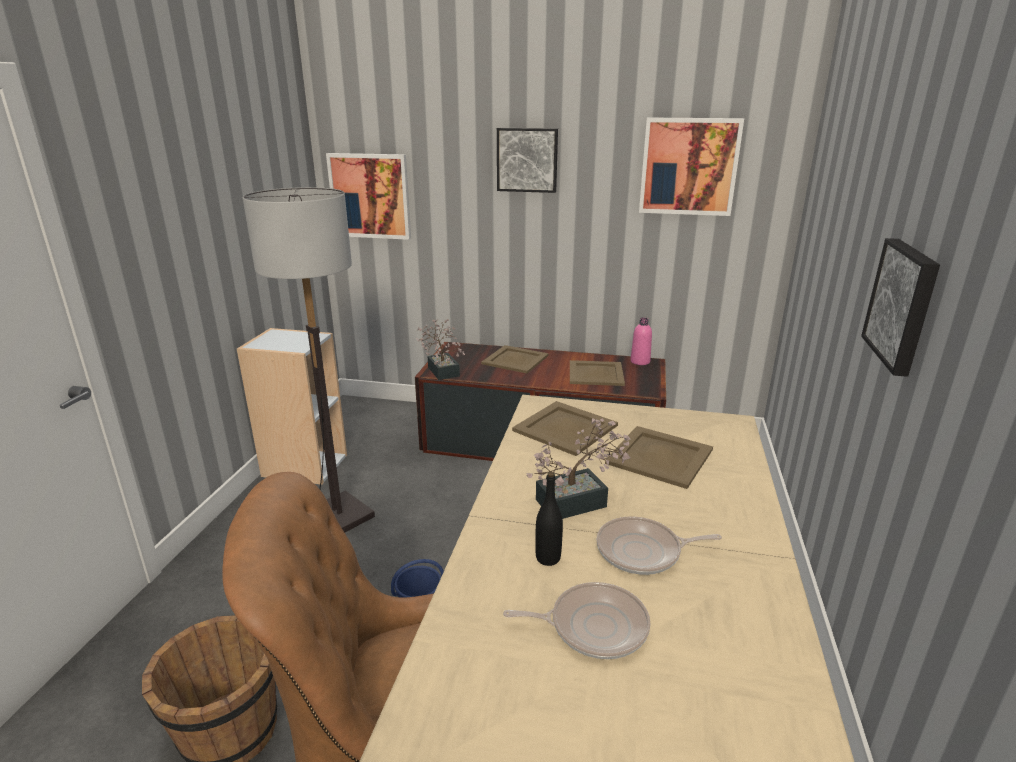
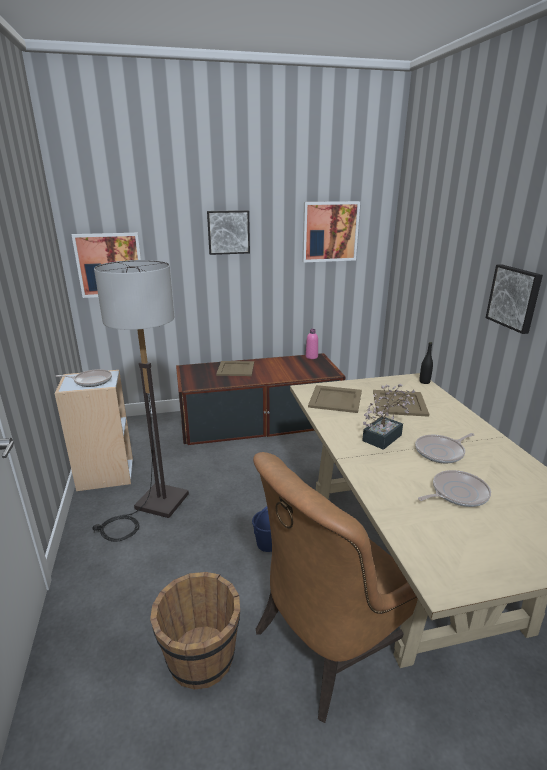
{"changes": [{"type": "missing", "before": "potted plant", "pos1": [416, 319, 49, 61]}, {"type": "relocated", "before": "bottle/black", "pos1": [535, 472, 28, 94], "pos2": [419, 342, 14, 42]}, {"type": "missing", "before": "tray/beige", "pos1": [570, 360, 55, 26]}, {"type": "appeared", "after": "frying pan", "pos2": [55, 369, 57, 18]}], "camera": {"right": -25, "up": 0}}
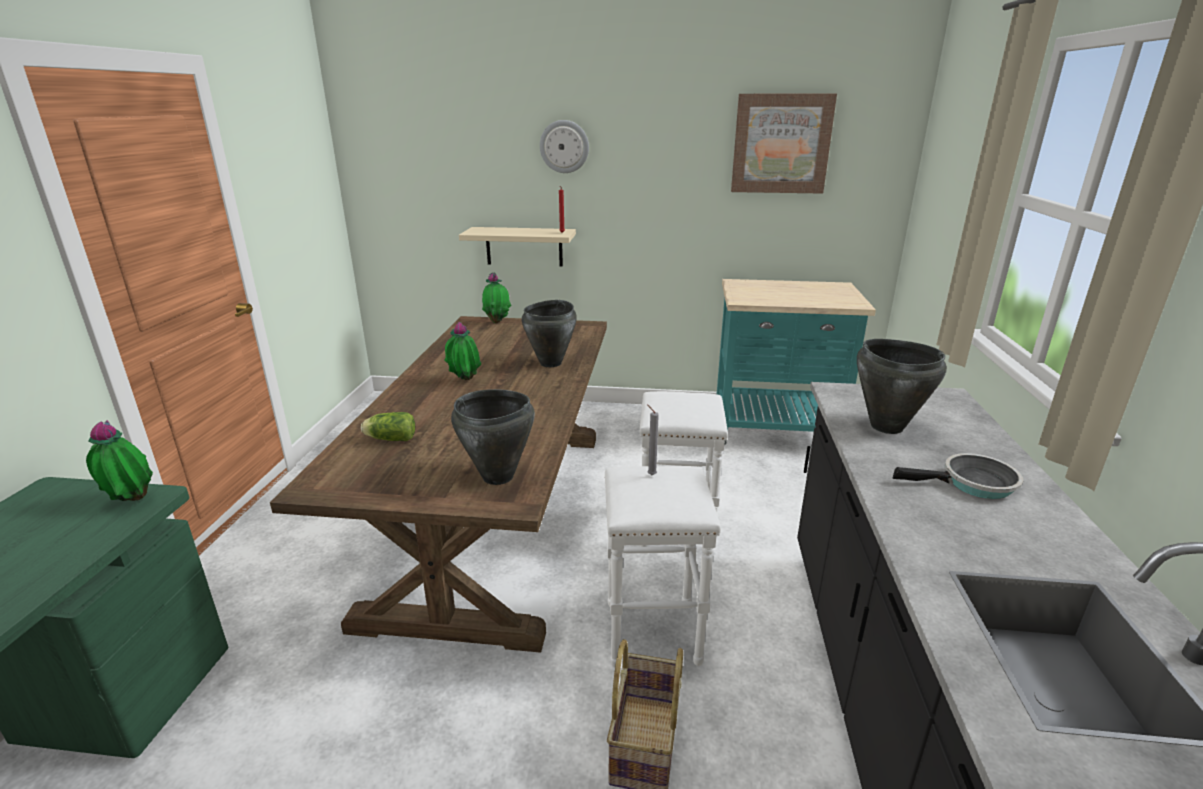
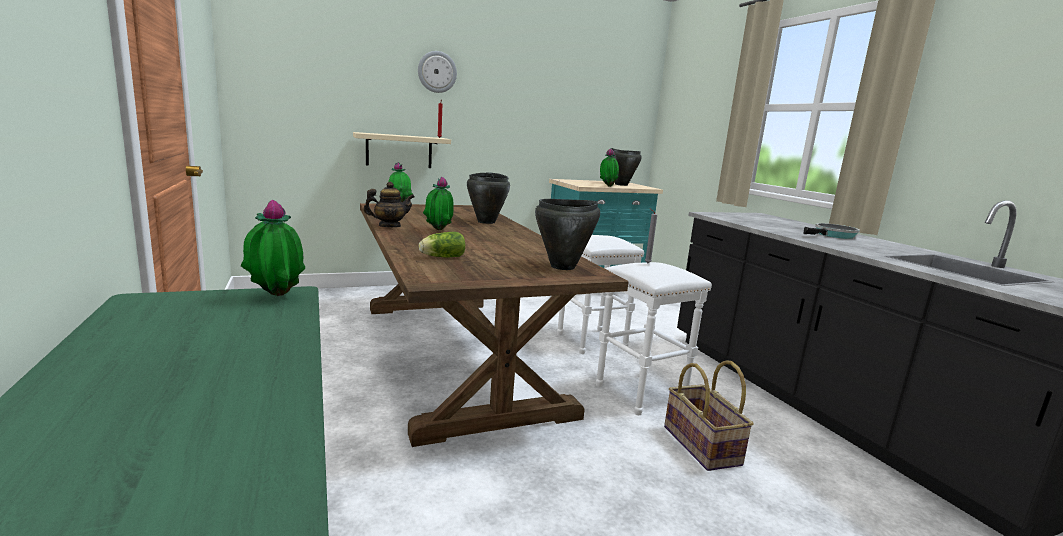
{"changes": [{"type": "missing", "before": "picture", "pos1": [731, 94, 106, 100]}, {"type": "relocated", "before": "cooking pot/black", "pos1": [857, 339, 90, 95], "pos2": [608, 148, 34, 38]}, {"type": "appeared", "after": "teapot", "pos2": [363, 182, 52, 45]}, {"type": "appeared", "after": "potted plant", "pos2": [600, 149, 19, 38]}], "camera": {"right": -30, "up": -10}}
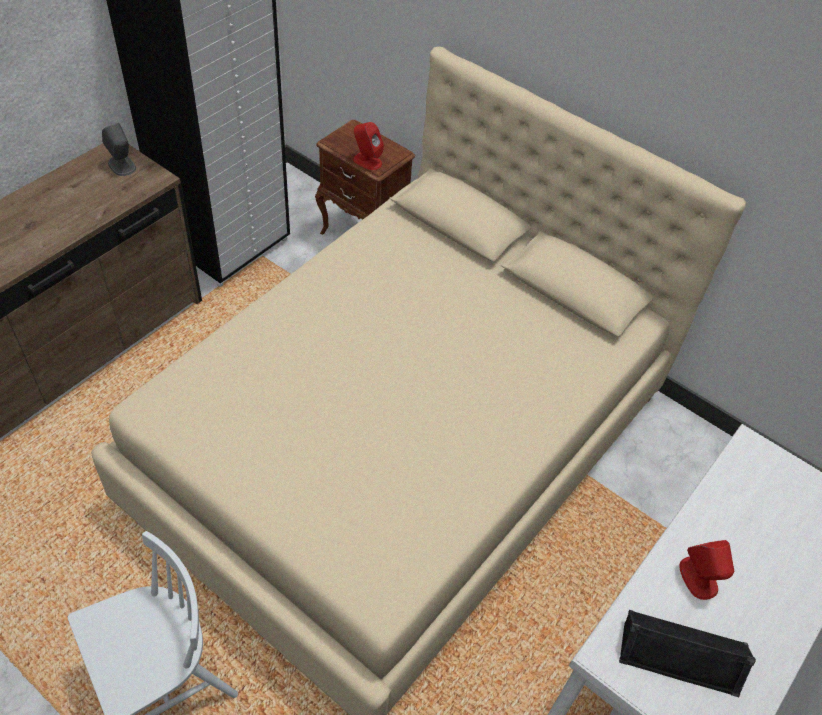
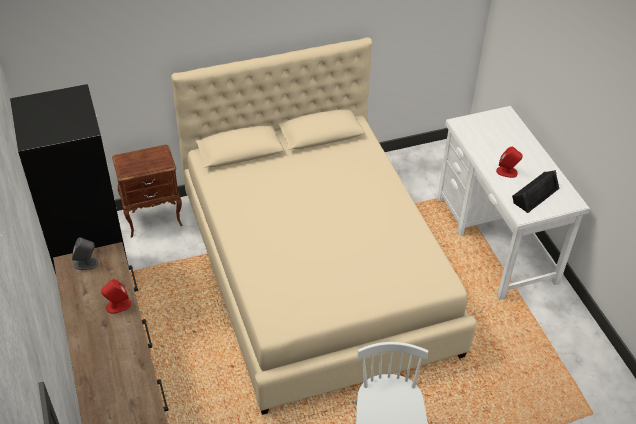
{"changes": [{"type": "relocated", "before": "speaker/red", "pos1": [353, 122, 31, 48], "pos2": [101, 279, 30, 35]}], "camera": {"right": -55, "up": -5}}
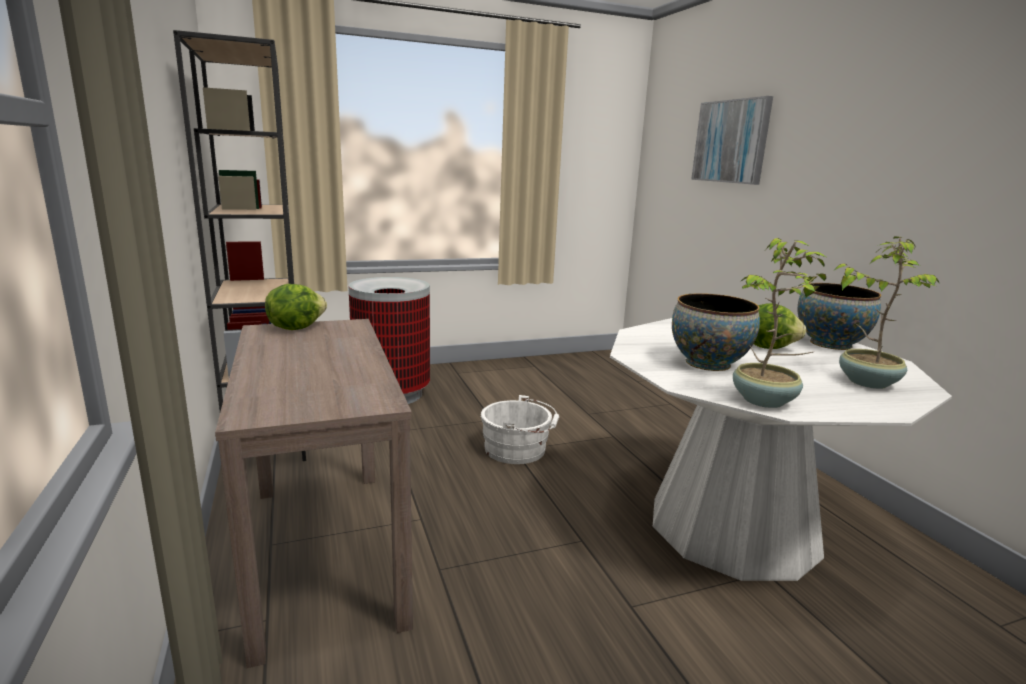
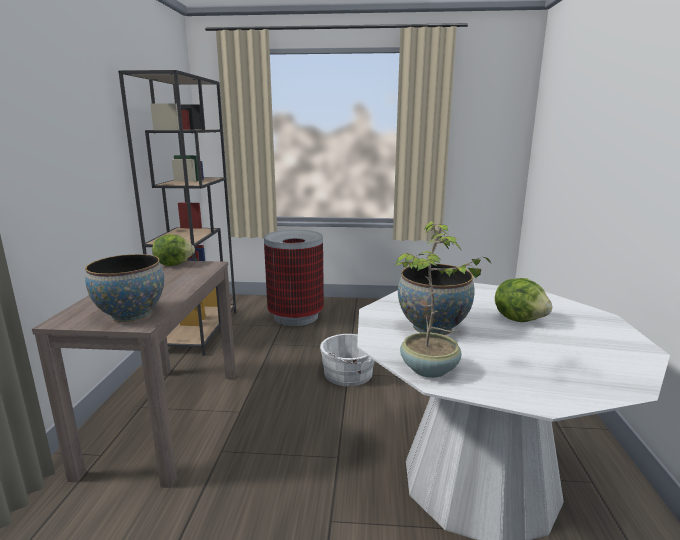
{"changes": [{"type": "missing", "before": "picture", "pos1": [691, 96, 82, 89]}, {"type": "relocated", "before": "bowl", "pos1": [797, 283, 84, 67], "pos2": [85, 254, 79, 68]}, {"type": "missing", "before": "potted plant", "pos1": [834, 236, 106, 153]}], "camera": {"right": 25, "up": 0}}
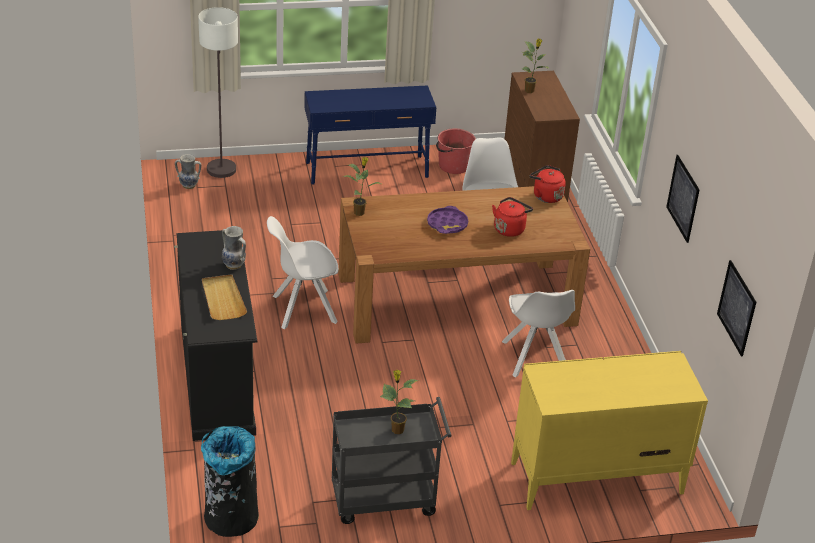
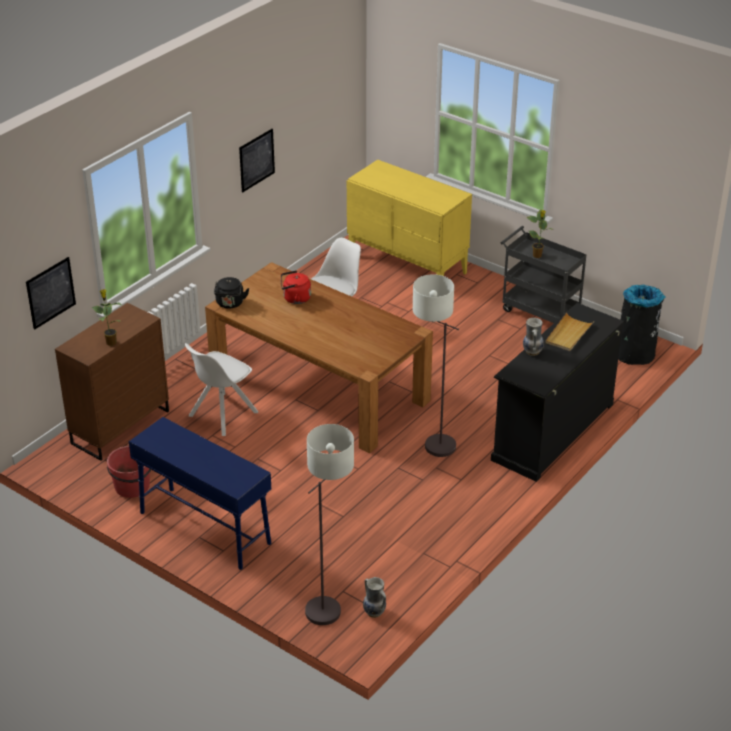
{"changes": [{"type": "exchanged", "before": "chair/white", "after": "floor lamp/white", "pos1": [267, 216, 71, 114], "pos2": [413, 274, 46, 183]}, {"type": "missing", "before": "potted plant", "pos1": [342, 157, 39, 59]}, {"type": "missing", "before": "tray/purple", "pos1": [427, 206, 41, 28]}, {"type": "colour", "before": "kettle/red", "after": "kettle/black", "pos1": [530, 165, 36, 38], "pos2": [214, 277, 35, 32]}, {"type": "relocated", "before": "picture", "pos1": [717, 260, 39, 97], "pos2": [26, 257, 50, 73]}], "camera": {"right": -130, "up": 0}}
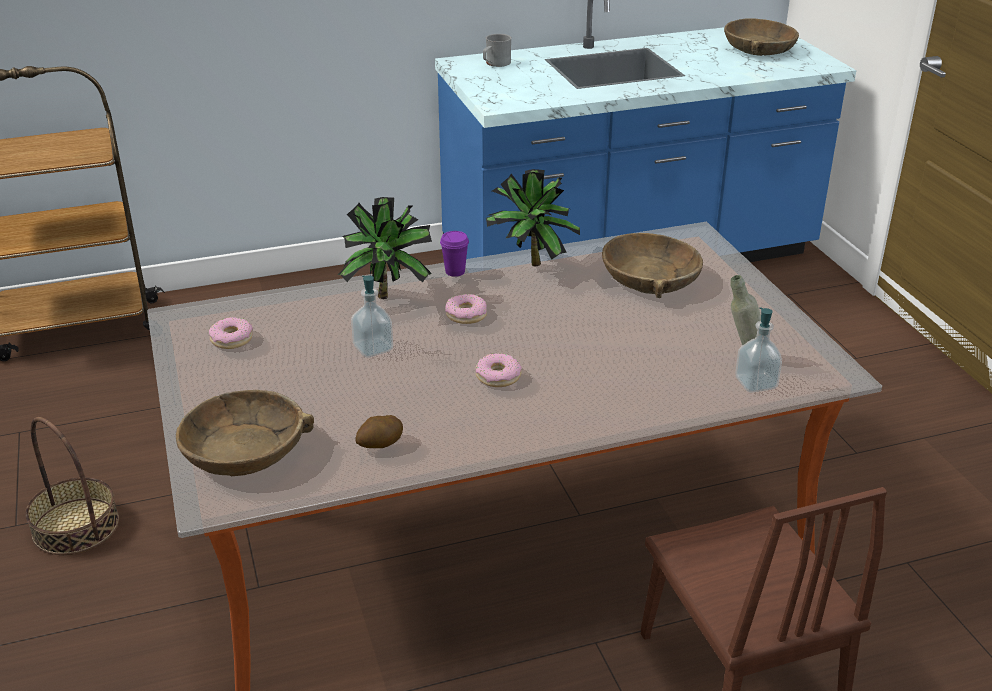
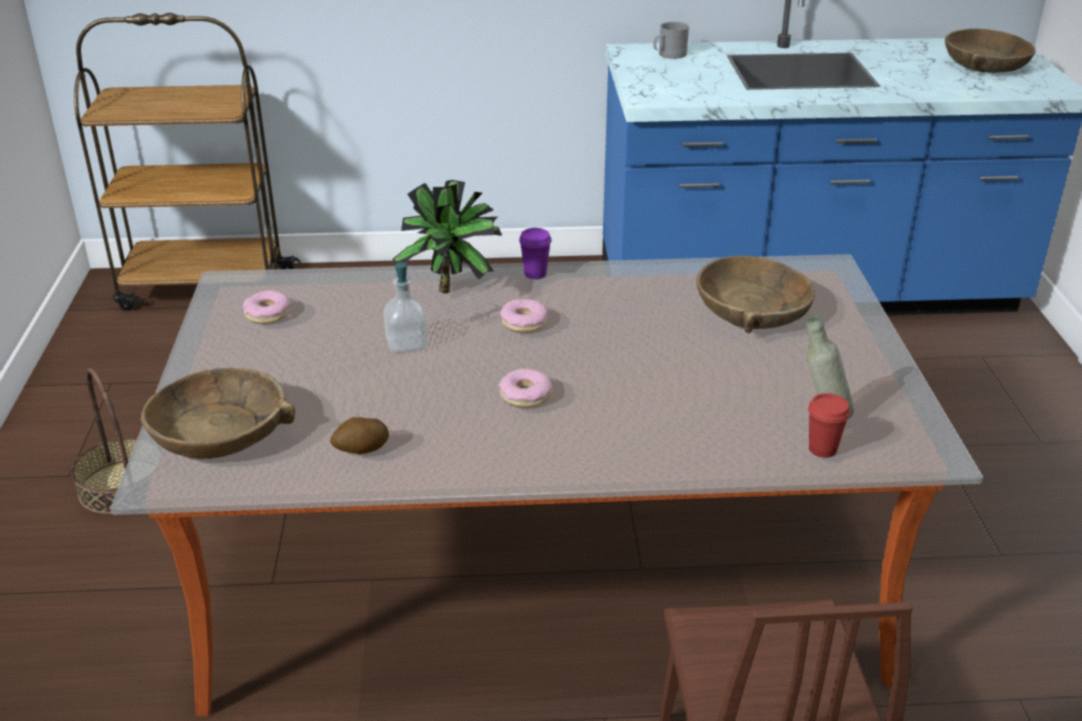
{"changes": [{"type": "missing", "before": "potted plant", "pos1": [486, 169, 94, 97]}, {"type": "exchanged", "before": "soap dispenser", "after": "cup/red", "pos1": [736, 307, 46, 85], "pos2": [808, 393, 42, 65]}], "camera": {"right": 15, "up": 0}}
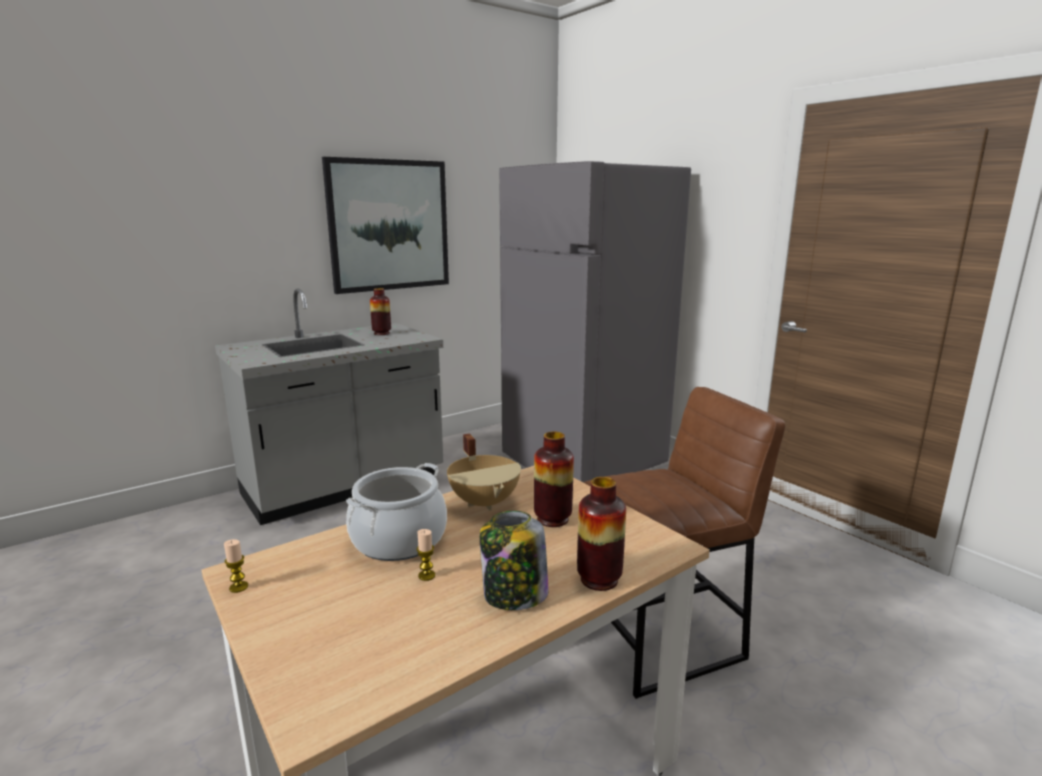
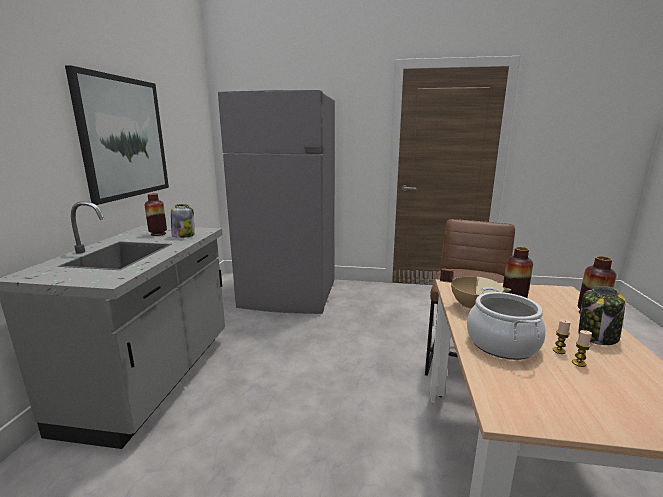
{"changes": [{"type": "relocated", "before": "candle", "pos1": [224, 539, 24, 54], "pos2": [572, 330, 20, 37]}, {"type": "appeared", "after": "jar", "pos2": [171, 204, 23, 34]}], "camera": {"right": -45, "up": 0}}
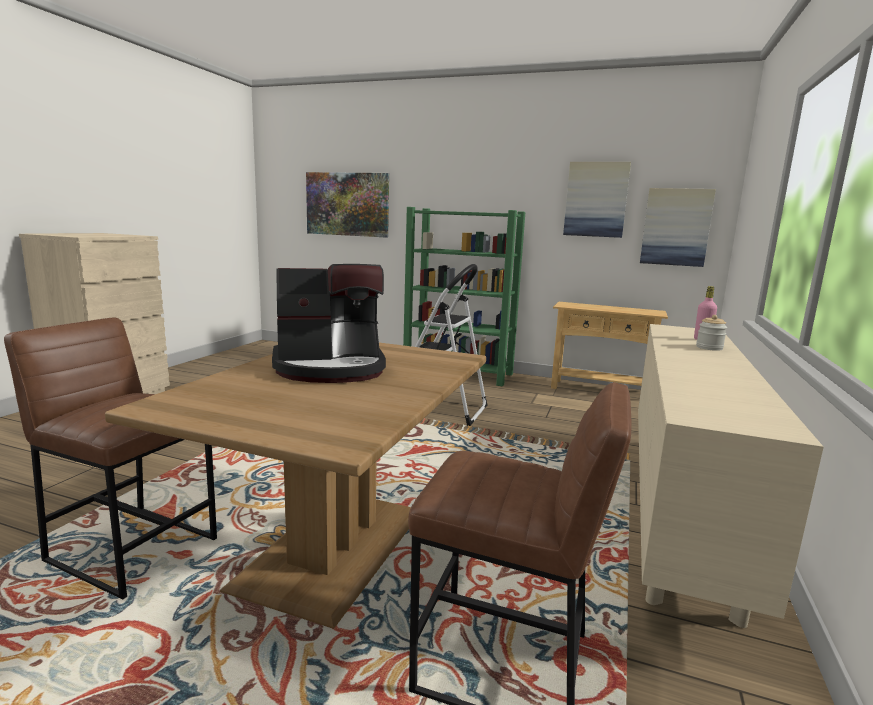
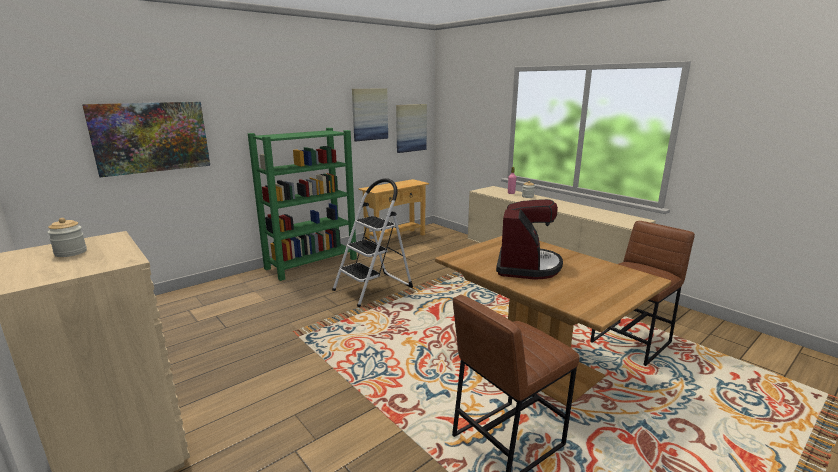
{"changes": [{"type": "appeared", "after": "jar", "pos2": [47, 218, 40, 39]}], "camera": {"right": -60, "up": 5}}
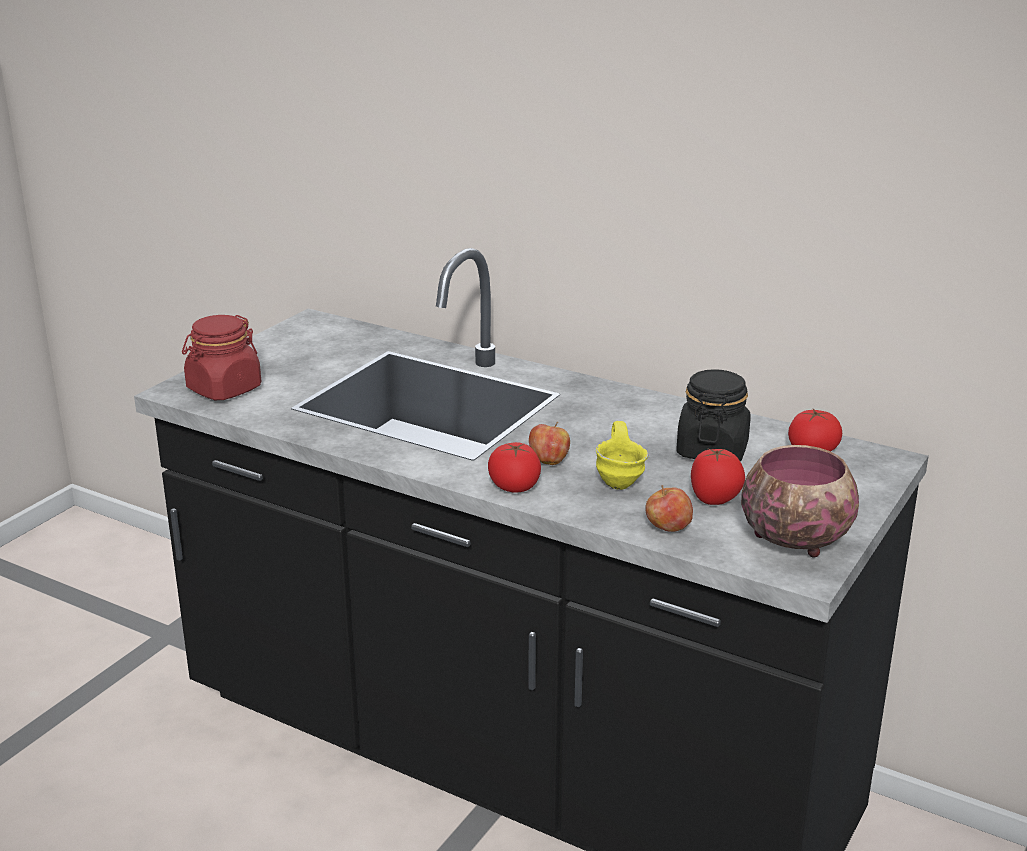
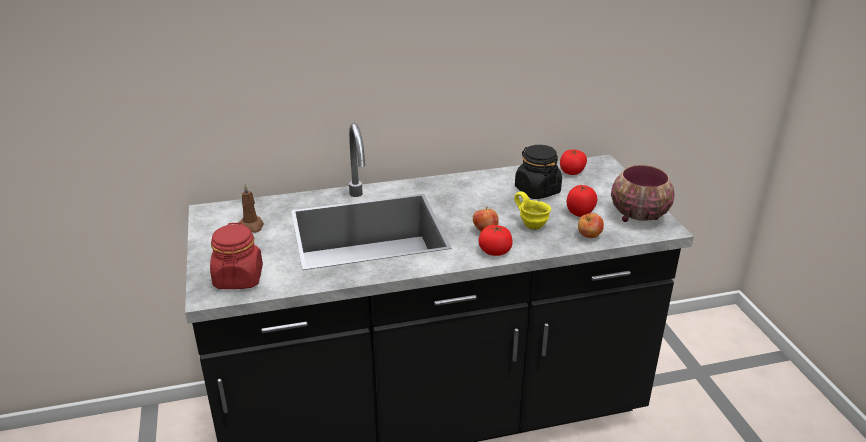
{"changes": [{"type": "appeared", "after": "candle/brown", "pos2": [238, 184, 26, 49]}], "camera": {"right": -45, "up": 5}}
